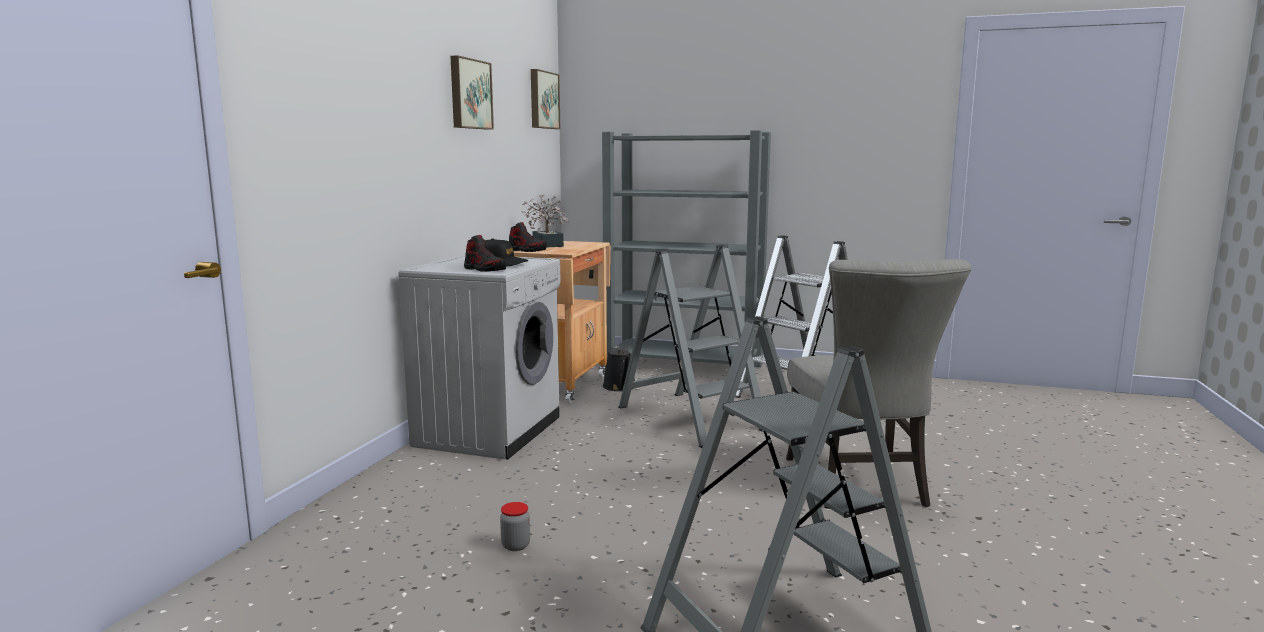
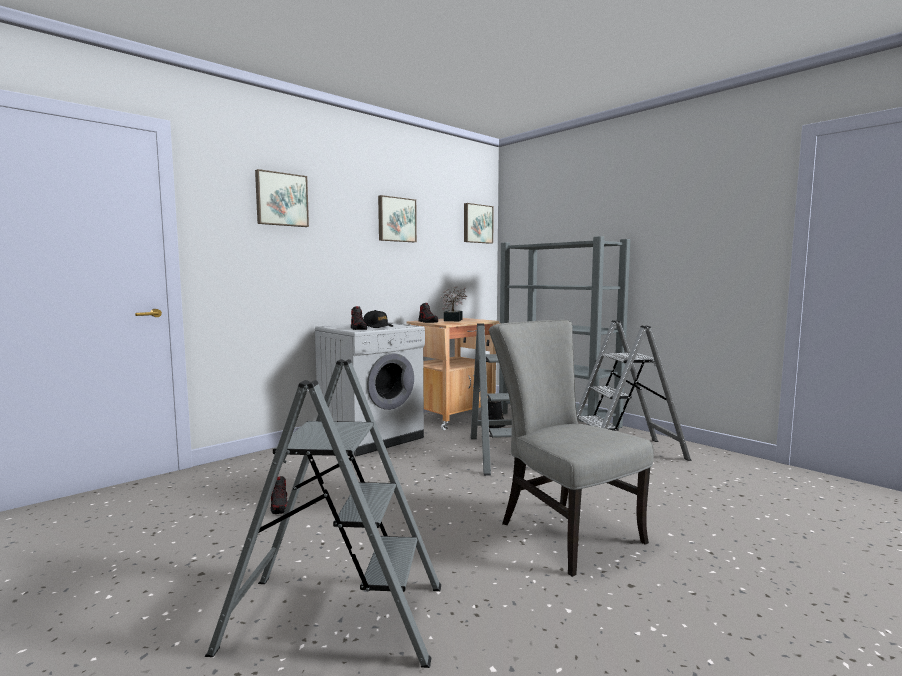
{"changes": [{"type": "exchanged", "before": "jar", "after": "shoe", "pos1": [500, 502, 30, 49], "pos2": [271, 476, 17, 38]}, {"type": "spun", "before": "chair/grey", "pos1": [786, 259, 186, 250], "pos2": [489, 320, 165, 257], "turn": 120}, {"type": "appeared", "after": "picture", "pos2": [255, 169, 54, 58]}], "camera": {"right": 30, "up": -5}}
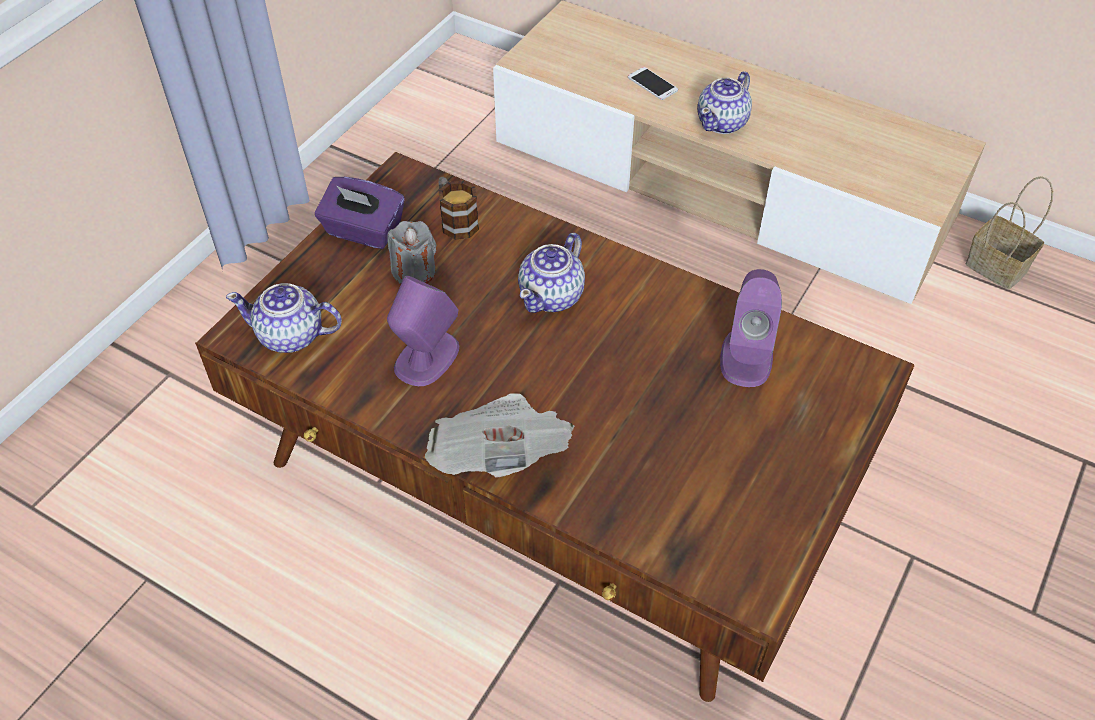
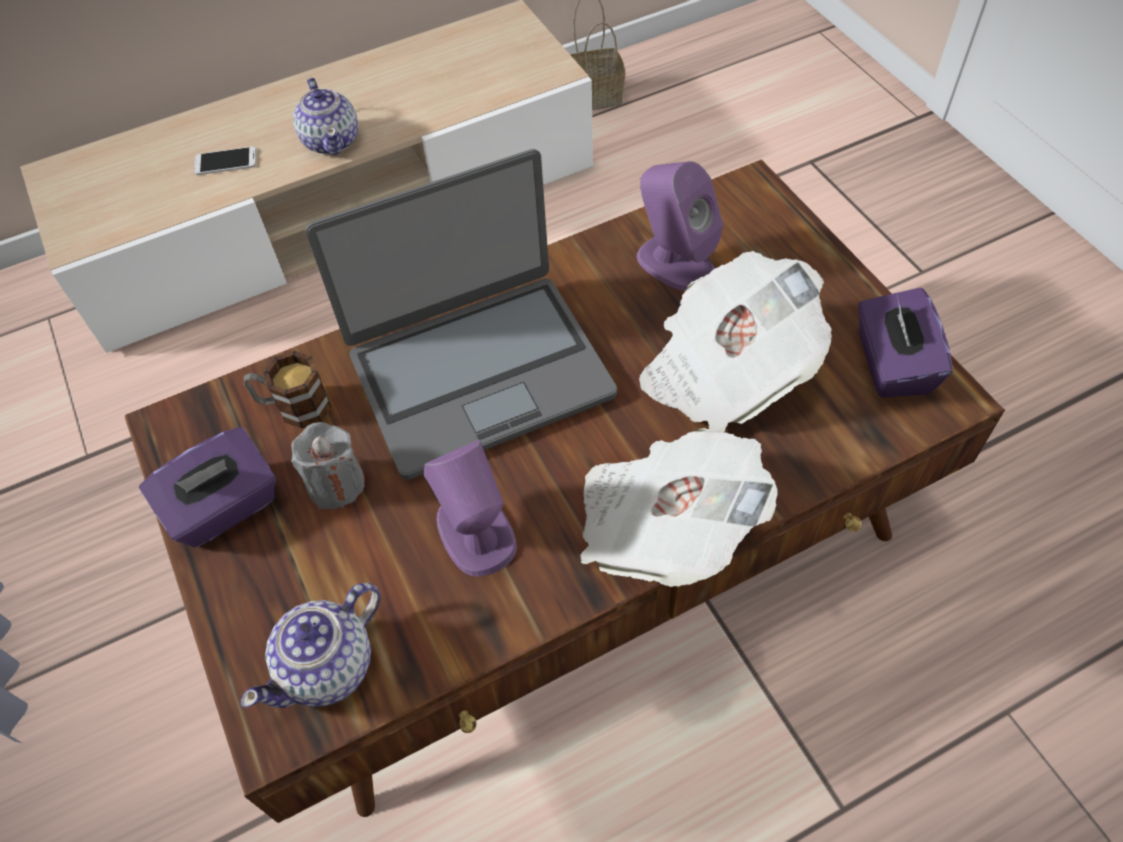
{"changes": [{"type": "exchanged", "before": "teapot", "after": "laptop", "pos1": [518, 233, 67, 80], "pos2": [306, 149, 311, 331]}, {"type": "appeared", "after": "newspaper", "pos2": [639, 251, 193, 182]}, {"type": "appeared", "after": "tissue box/purple", "pos2": [858, 287, 95, 111]}], "camera": {"right": -55, "up": 5}}
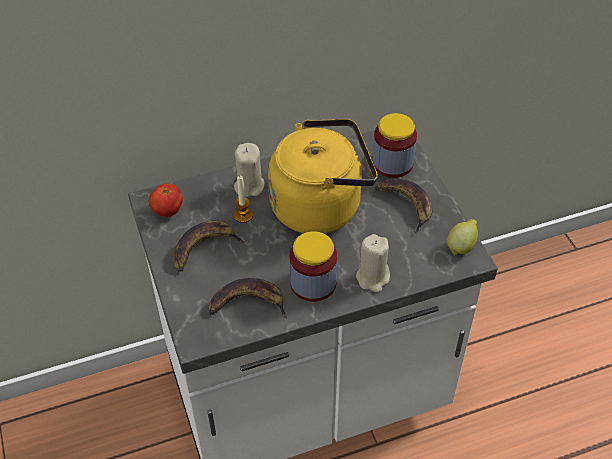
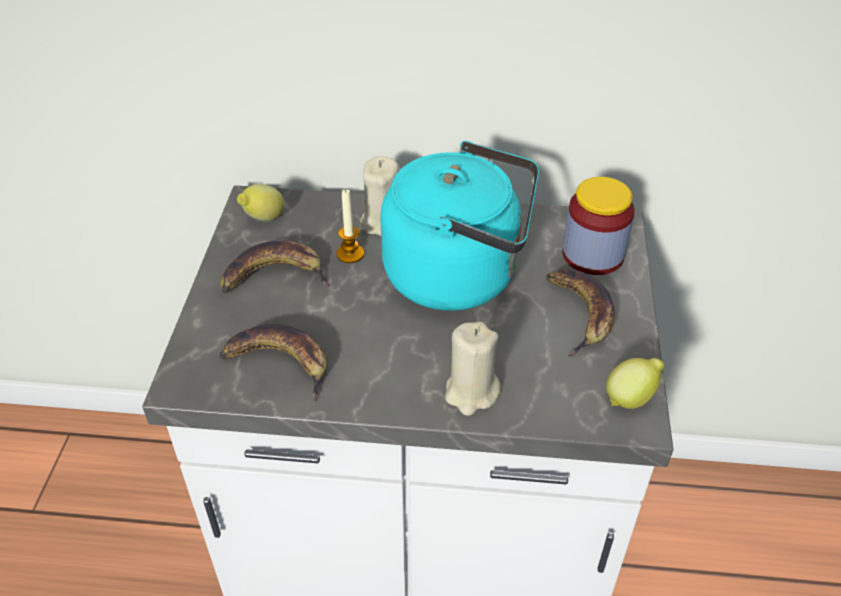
{"changes": [{"type": "exchanged", "before": "tomato", "after": "lemon", "pos1": [149, 183, 34, 34], "pos2": [237, 184, 47, 37]}, {"type": "colour", "before": "kettle/yellow", "after": "kettle/turquoise", "pos1": [268, 119, 110, 115], "pos2": [380, 141, 159, 170]}, {"type": "missing", "before": "jar", "pos1": [289, 231, 48, 71]}], "camera": {"right": 25, "up": -5}}
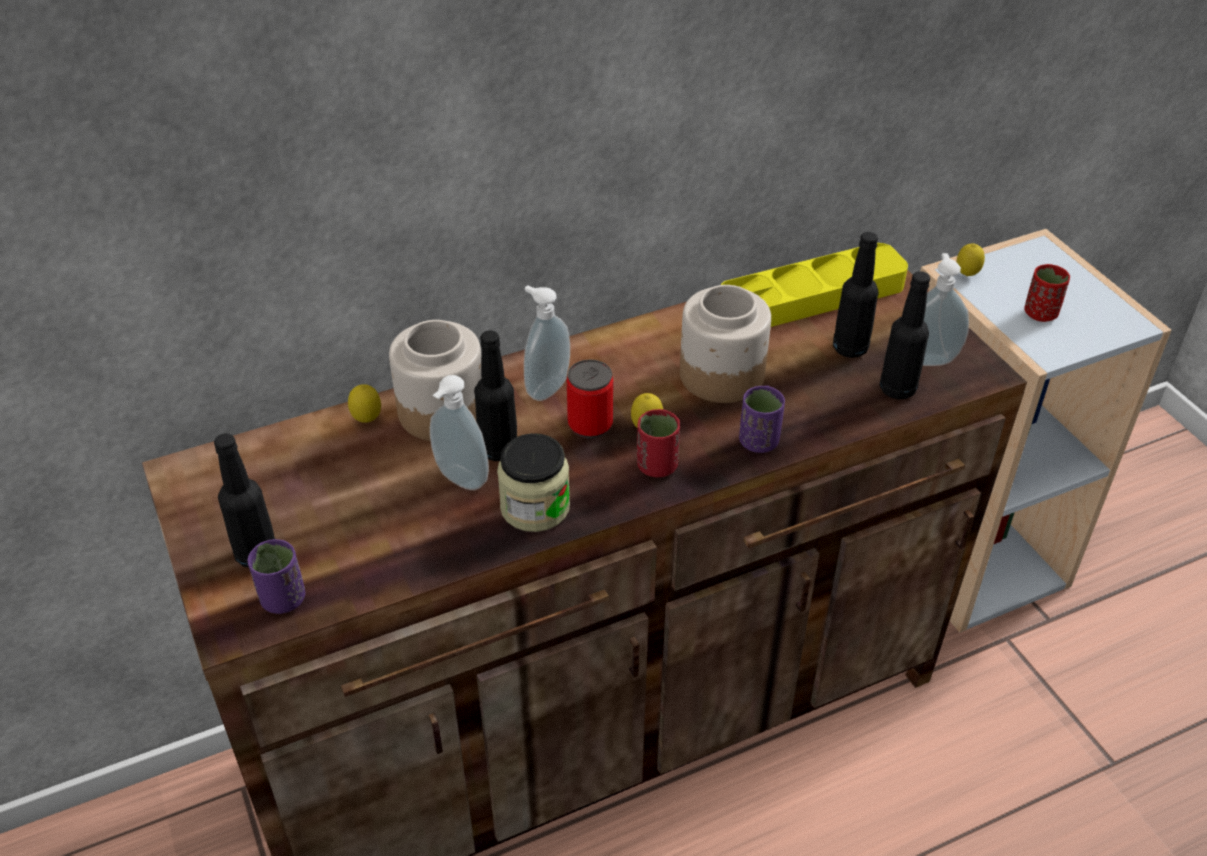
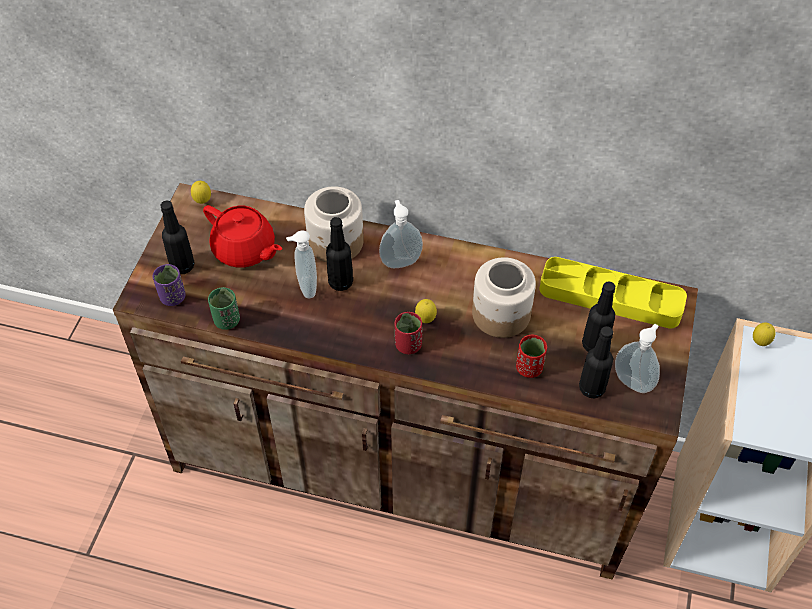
{"changes": [{"type": "relocated", "before": "lemon", "pos1": [348, 384, 33, 39], "pos2": [191, 181, 20, 23]}, {"type": "missing", "before": "jar", "pos1": [497, 433, 73, 99]}, {"type": "missing", "before": "can", "pos1": [567, 360, 46, 79]}, {"type": "missing", "before": "cup/purple", "pos1": [739, 386, 46, 67]}, {"type": "relocated", "before": "cup/red", "pos1": [1024, 264, 46, 58], "pos2": [516, 335, 31, 43]}, {"type": "appeared", "after": "teapot/red", "pos2": [203, 205, 79, 63]}, {"type": "appeared", "after": "cup/green", "pos2": [208, 287, 32, 43]}], "camera": {"right": 40, "up": 10}}
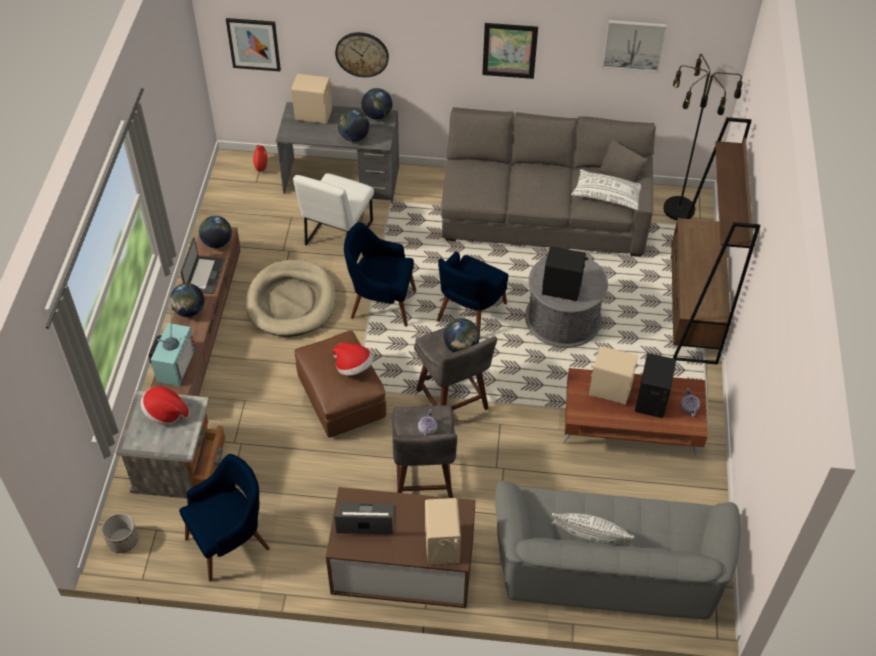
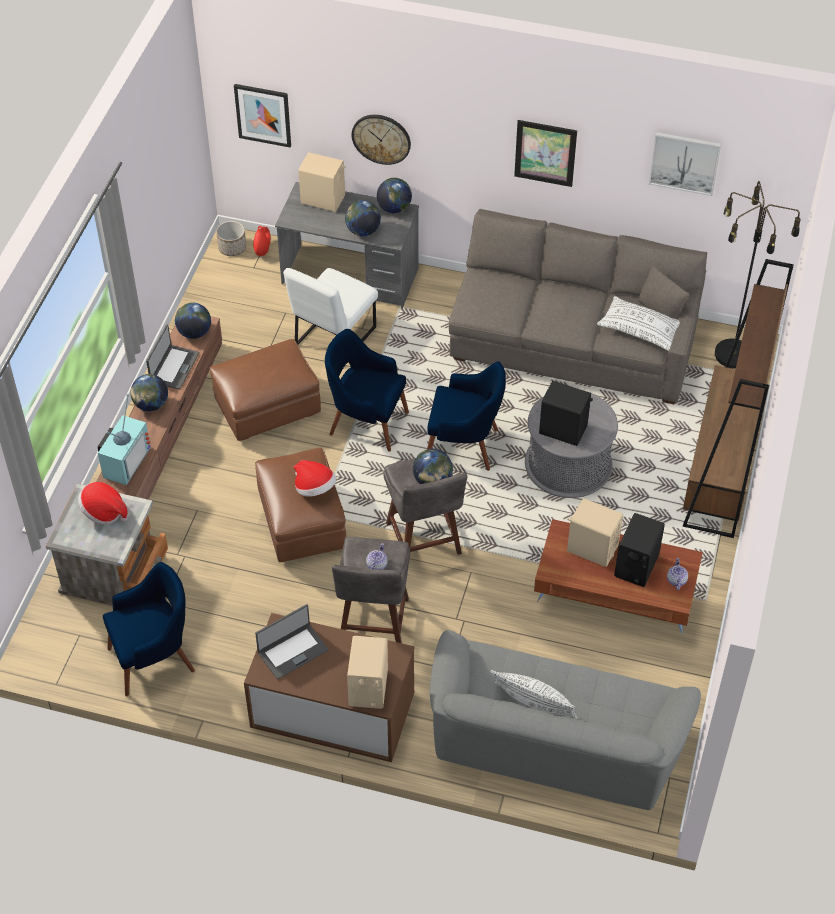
{"changes": [{"type": "relocated", "before": "planter", "pos1": [102, 513, 36, 40], "pos2": [216, 221, 30, 35]}, {"type": "exchanged", "before": "dog bed/beige", "after": "ottoman/brown", "pos1": [246, 260, 90, 77], "pos2": [210, 339, 111, 102]}, {"type": "spun", "before": "laptop", "pos1": [334, 503, 60, 31], "pos2": [255, 604, 74, 75], "turn": 135}, {"type": "spun", "before": "armchair/blue", "pos1": [437, 251, 71, 89], "pos2": [427, 361, 79, 110], "turn": -120}], "camera": {"right": 10, "up": 0}}
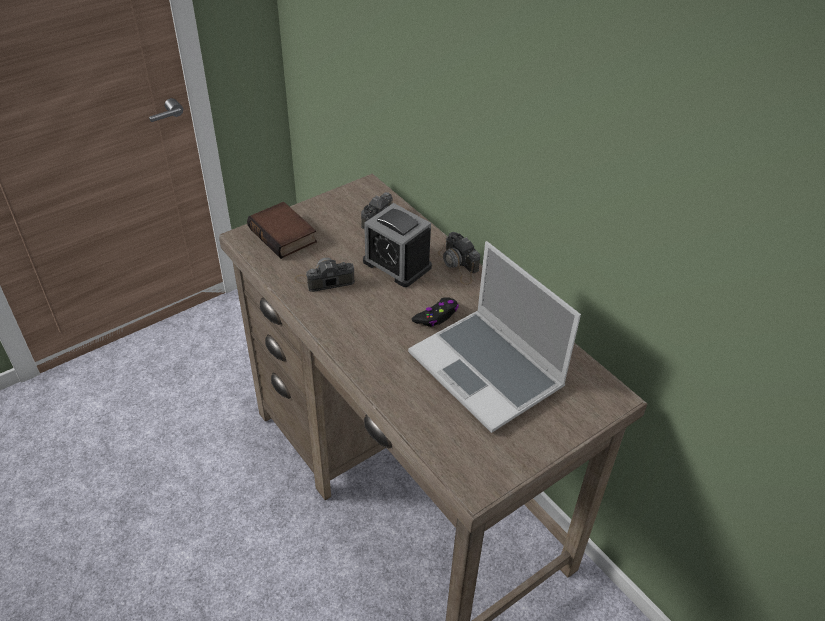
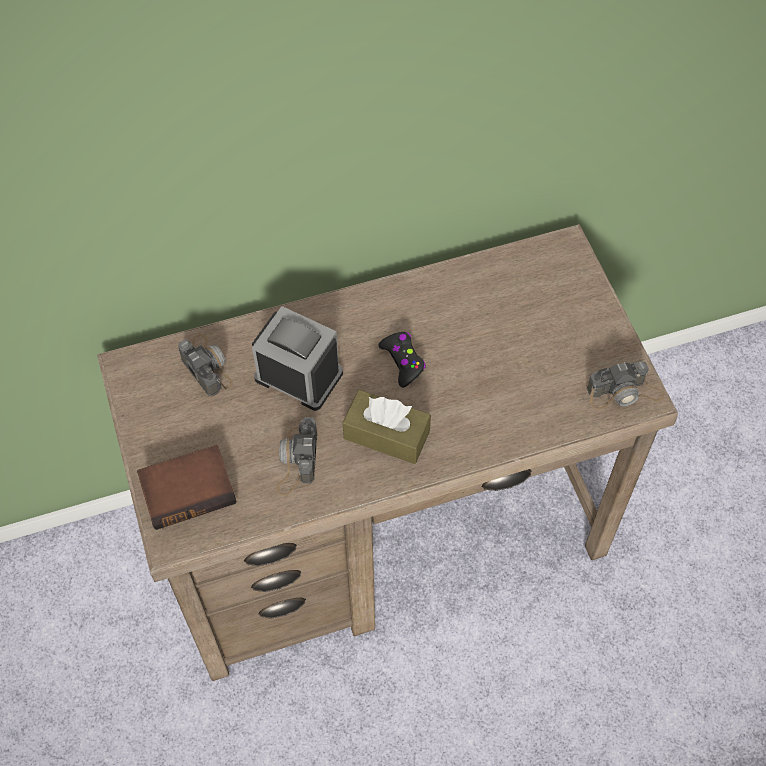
{"changes": [{"type": "spun", "before": "alarm clock", "pos1": [363, 203, 69, 84], "pos2": [252, 306, 91, 105], "turn": -120}, {"type": "missing", "before": "laptop", "pos1": [408, 241, 173, 192]}, {"type": "relocated", "before": "photo camera", "pos1": [438, 232, 42, 53], "pos2": [587, 361, 77, 48]}, {"type": "appeared", "after": "tissue box/brown", "pos2": [343, 390, 88, 74]}], "camera": {"right": -70, "up": 15}}
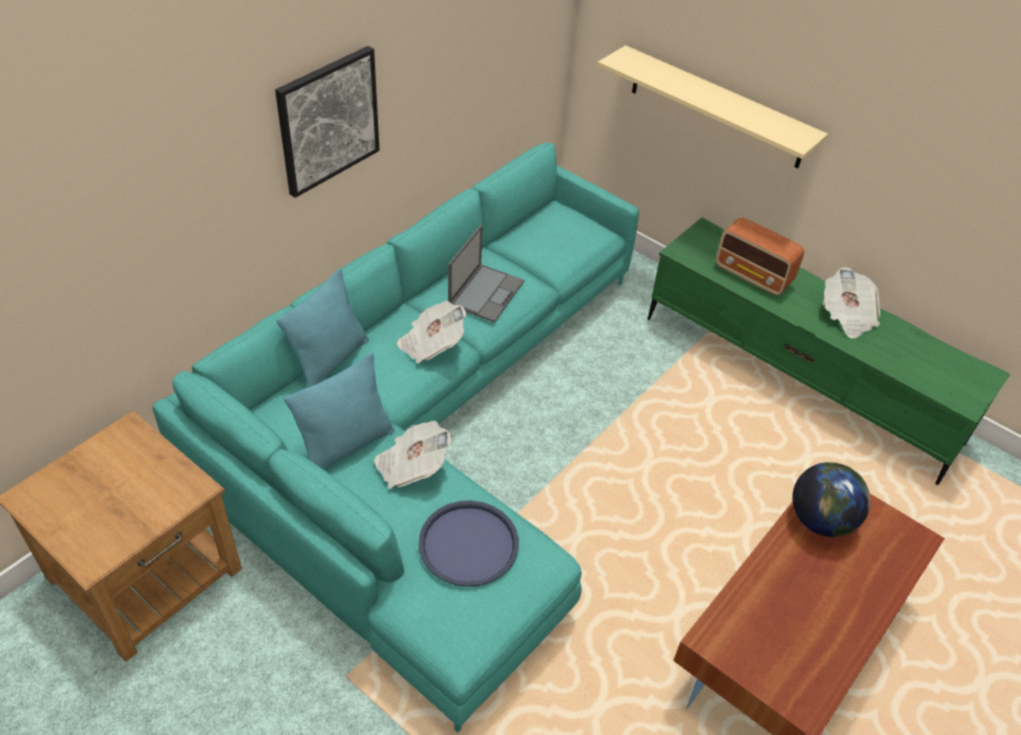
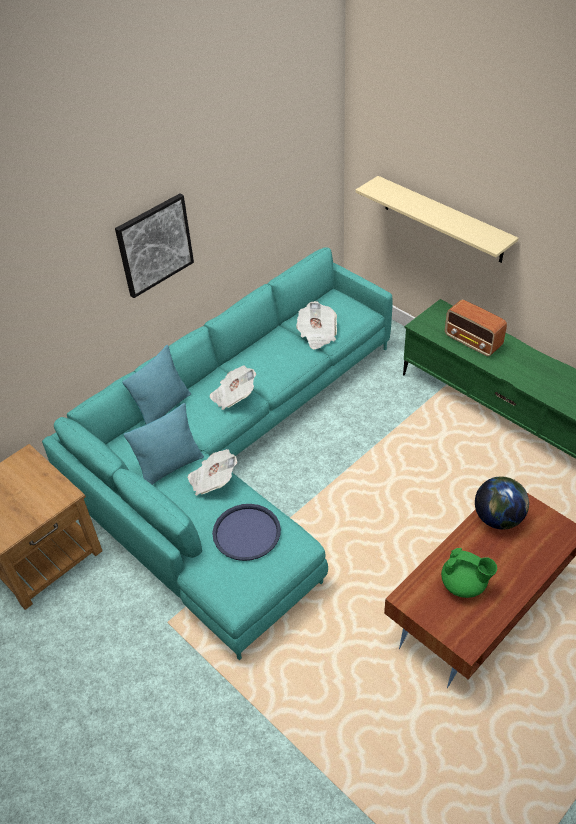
{"changes": [{"type": "missing", "before": "laptop", "pos1": [448, 225, 76, 97]}, {"type": "relocated", "before": "newspaper", "pos1": [823, 267, 57, 72], "pos2": [296, 301, 41, 49]}, {"type": "appeared", "after": "teapot/green", "pos2": [441, 548, 56, 50]}], "camera": {"right": 10, "up": 0}}
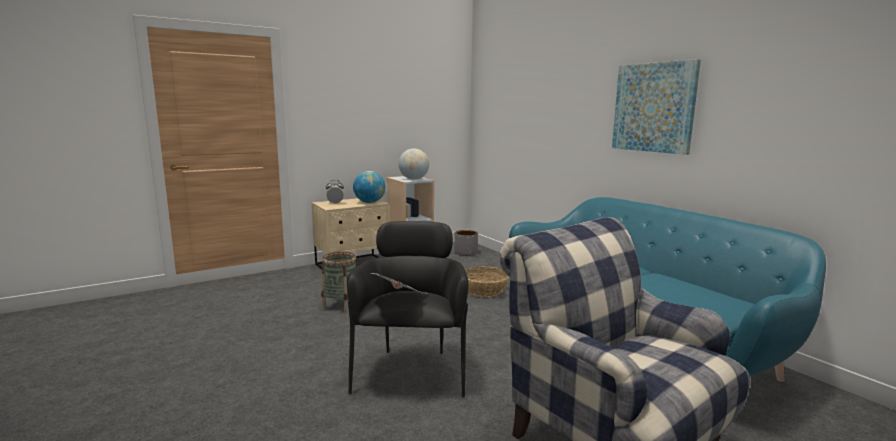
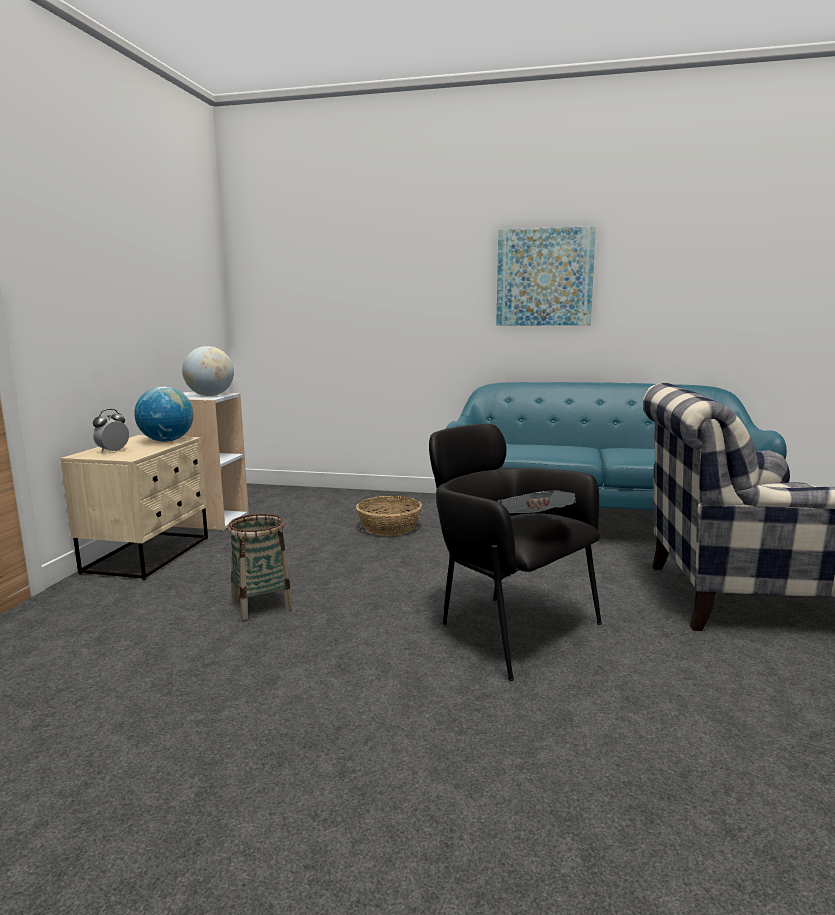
{"changes": [{"type": "missing", "before": "planter/grey", "pos1": [454, 230, 24, 26]}], "camera": {"right": -45, "up": 0}}
